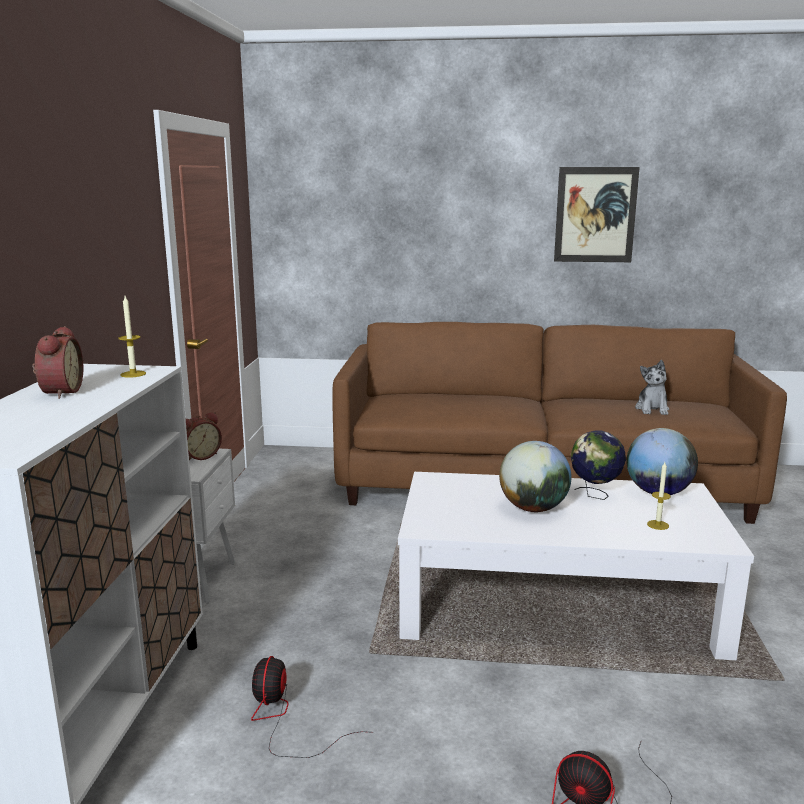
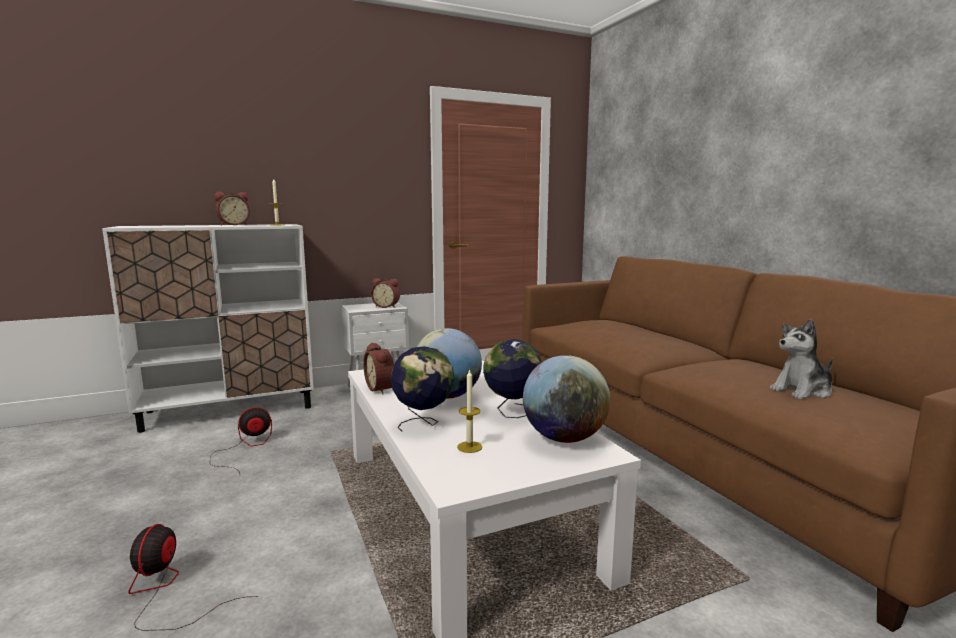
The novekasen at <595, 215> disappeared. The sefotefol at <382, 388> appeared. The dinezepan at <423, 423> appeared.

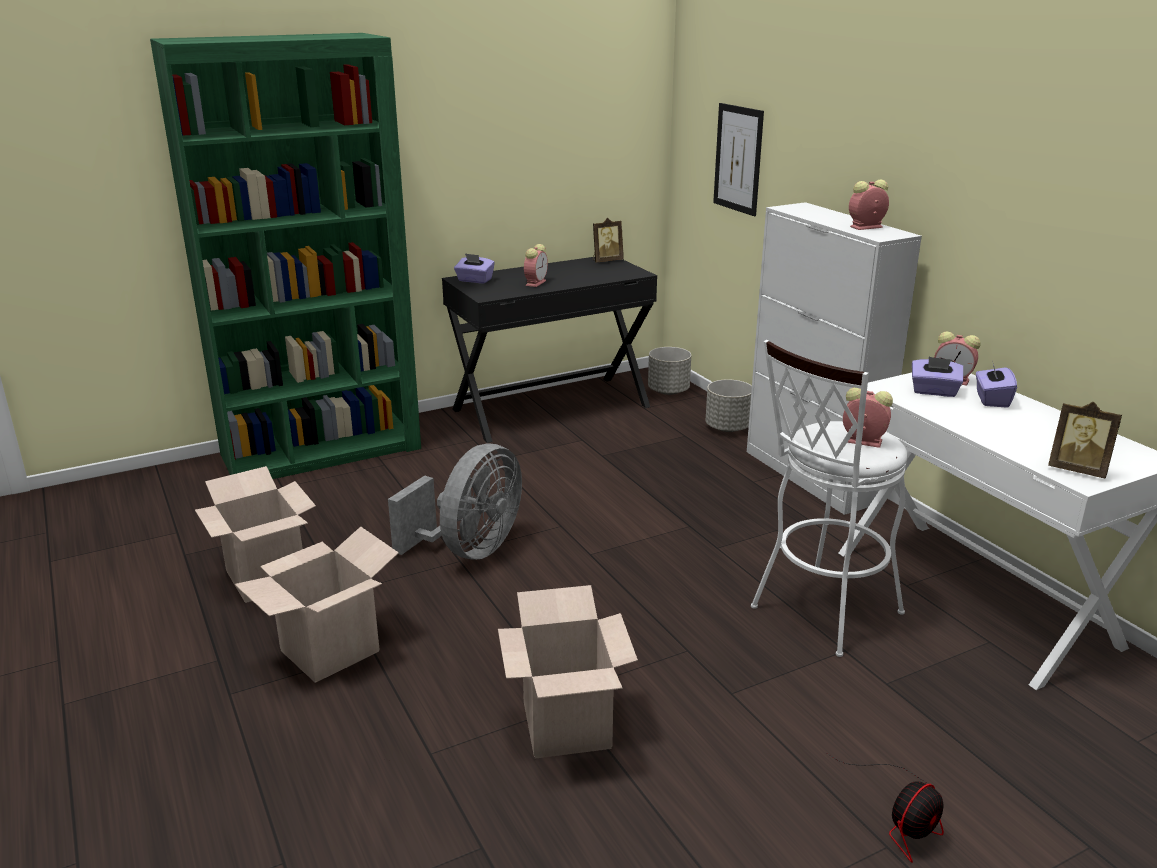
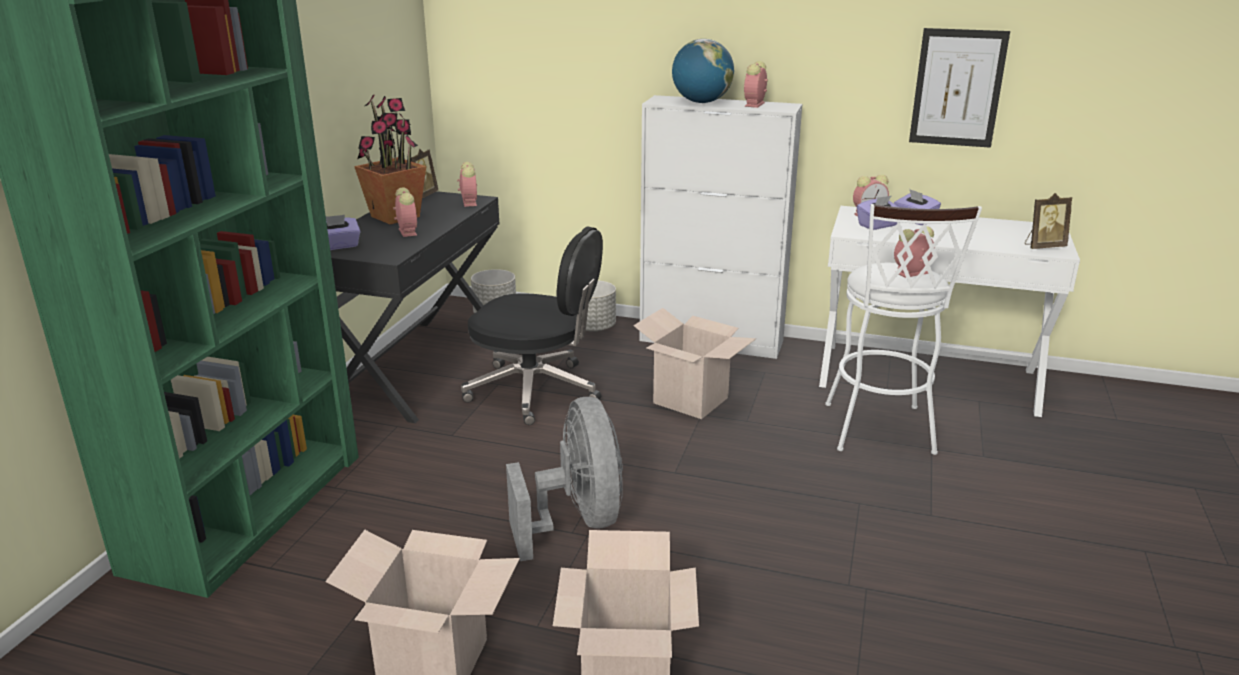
The novekasen moved from <738, 159> to <957, 88>. The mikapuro moved from <566, 725> to <691, 400>. The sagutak at <904, 816> disappeared. The dinezepan at <701, 102> appeared. The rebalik at <395, 216> appeared. The sefotefol at <469, 202> appeared. The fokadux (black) at <536, 391> appeared.

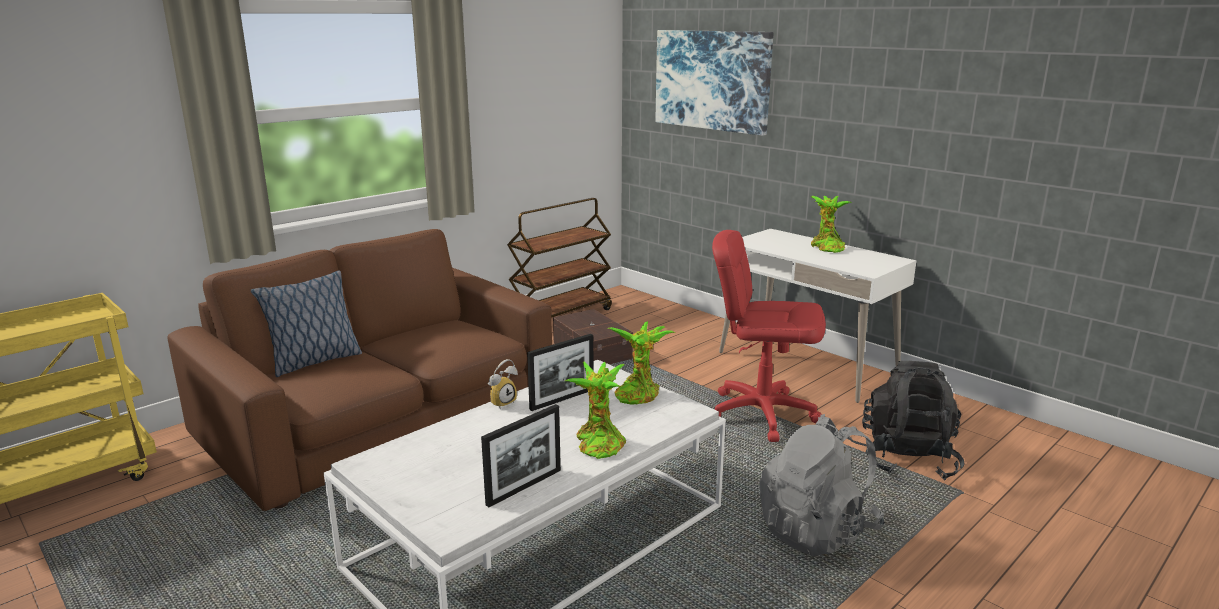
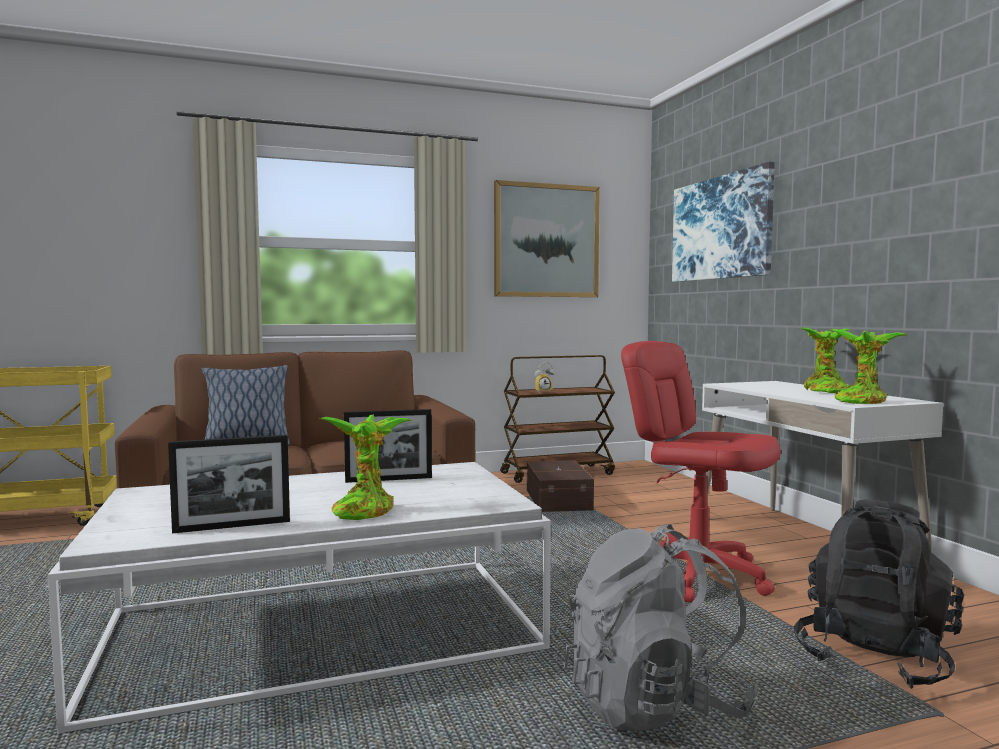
The rebalik moved from <638, 394> to <862, 401>. The sefotefol moved from <502, 402> to <543, 392>. The novekasen at <546, 241> appeared.

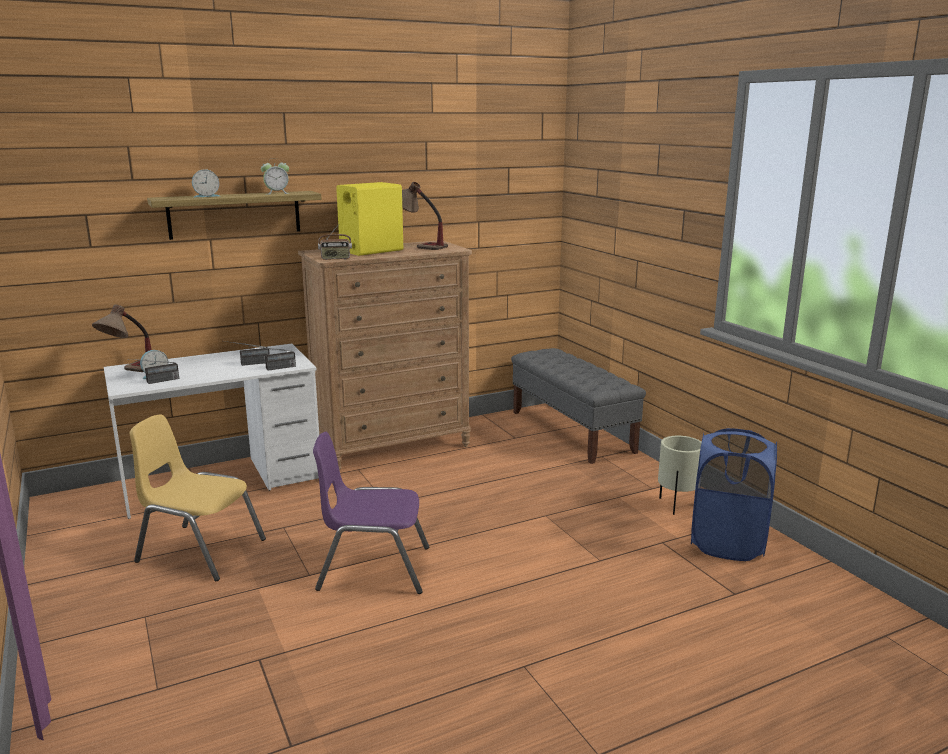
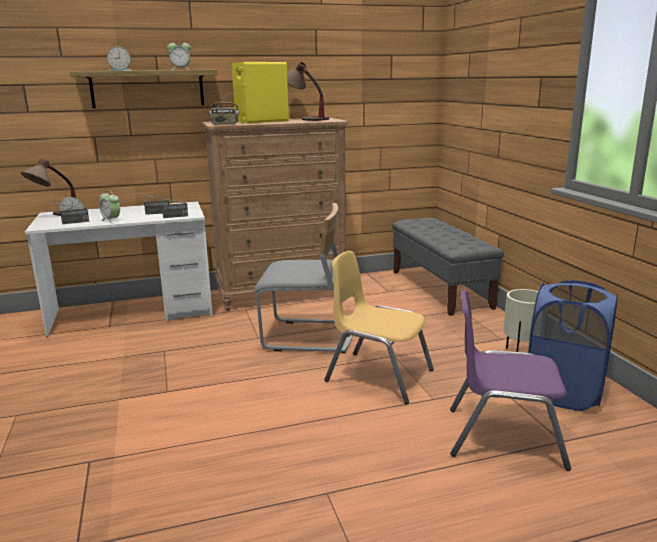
The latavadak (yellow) moved from <200, 551> to <378, 376>. The latavadak (purple) moved from <373, 569> to <504, 436>. The sefotefol at <111, 220> appeared. The latavadak (grey) at <308, 337> appeared.

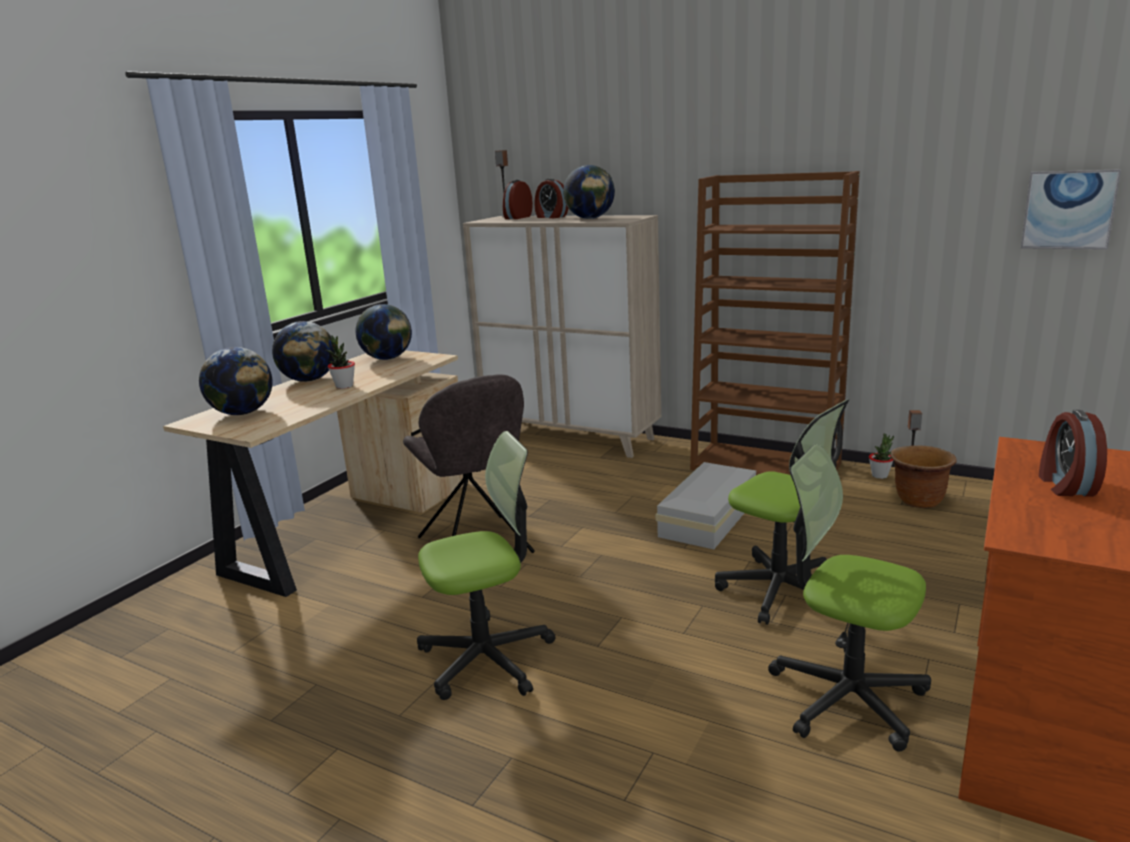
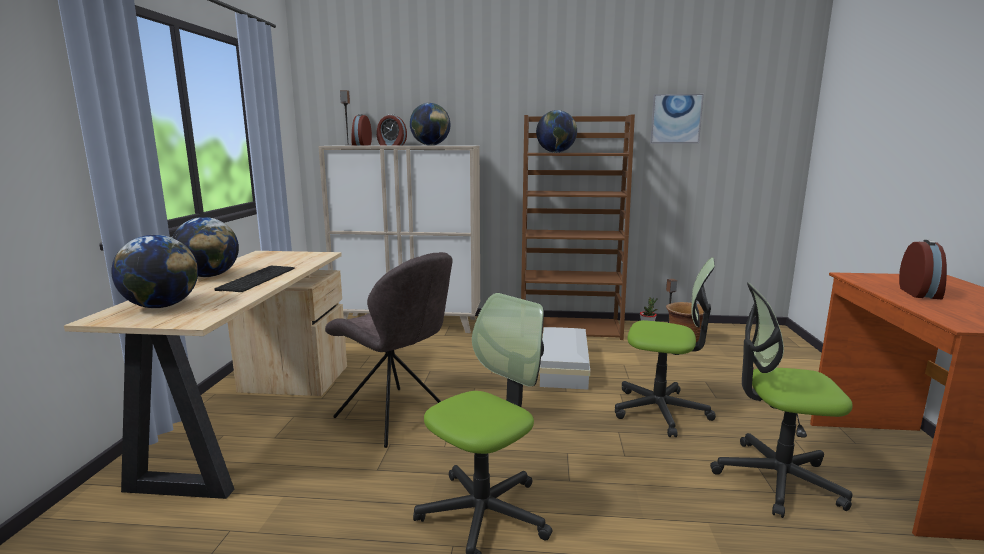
The novekasen moved from <1068, 210> to <676, 119>. The dinezepan moved from <387, 359> to <556, 152>. The rebalik at <344, 386> was replaced by the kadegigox at <256, 278>. The sefotefol at <1065, 485> turned 150 degrees counterclockwise.

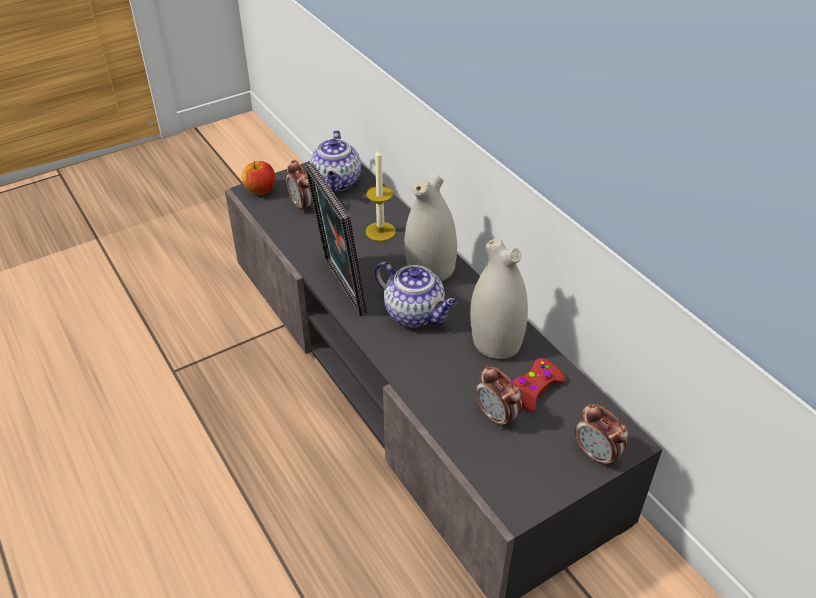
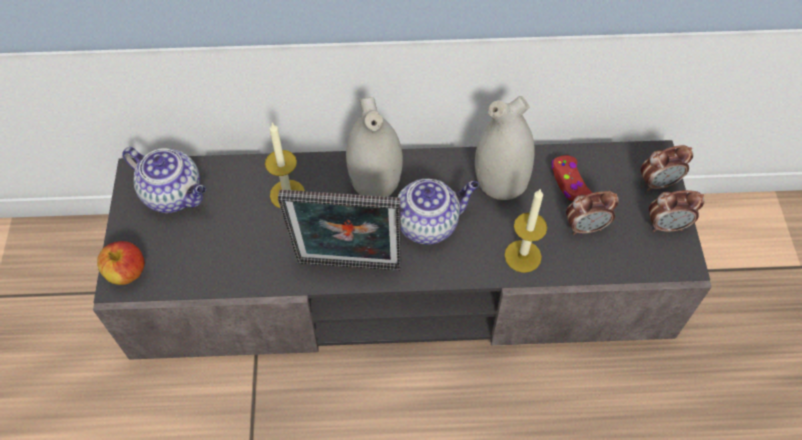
The sefotefol moved from <303, 205> to <666, 225>. The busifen at <522, 256> appeared.

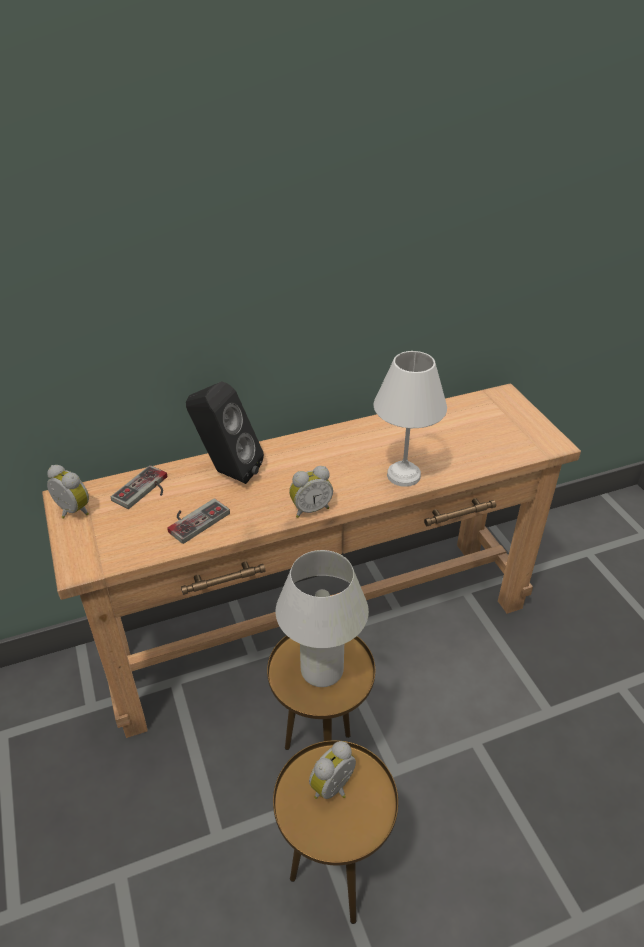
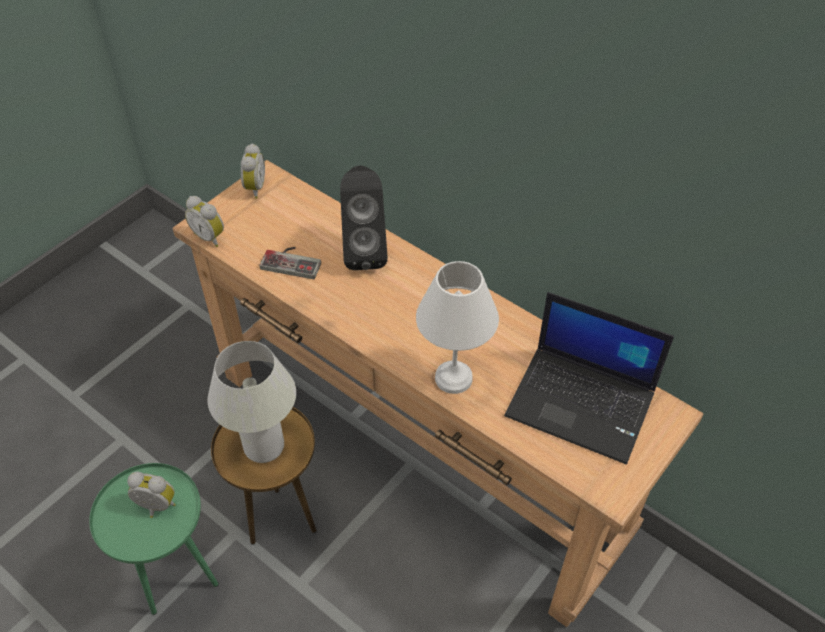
The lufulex at <145, 491> disappeared. The sefotefol moved from <310, 509> to <210, 236>. The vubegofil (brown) at <333, 880> became the vubegofil (green) at <179, 582>. The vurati at <582, 403> appeared.

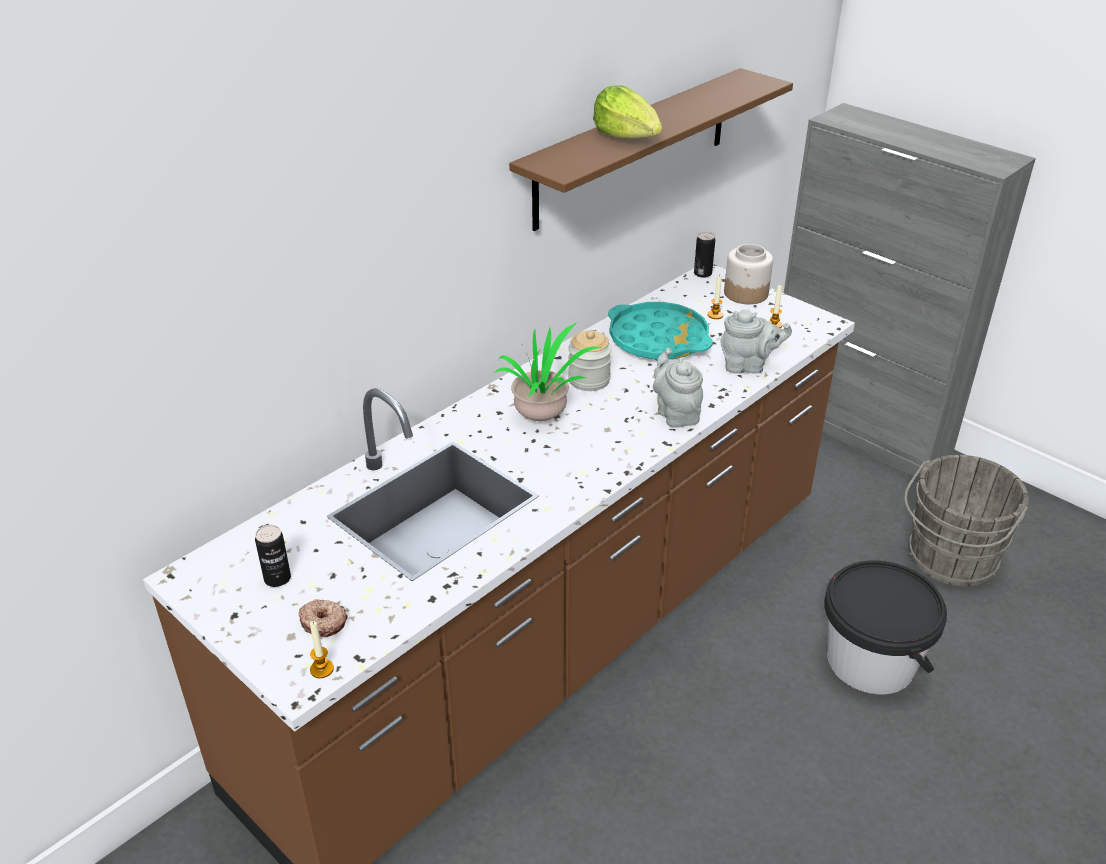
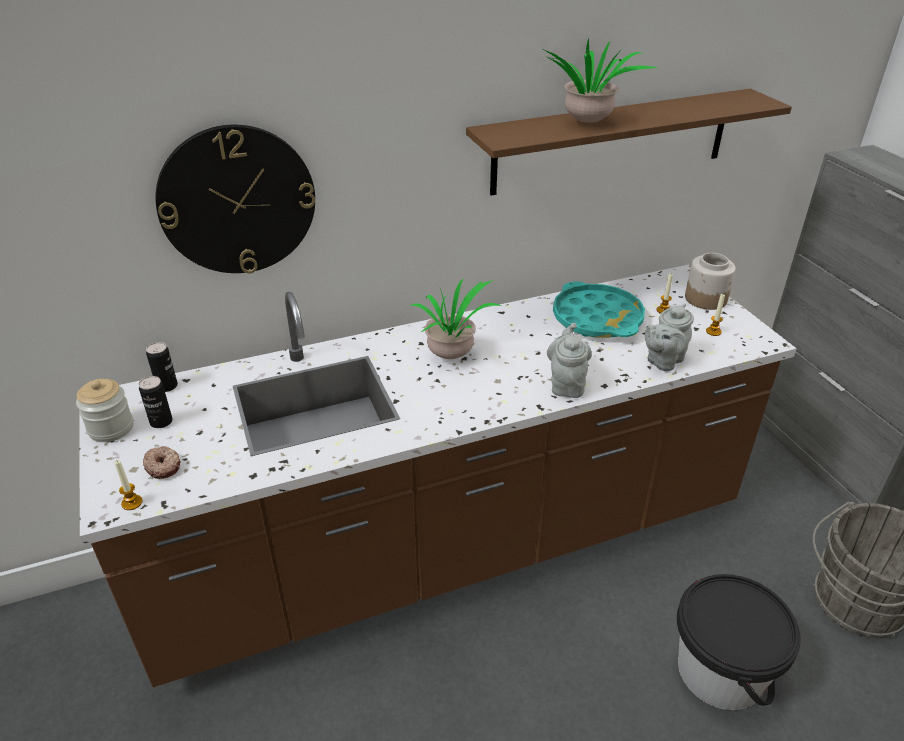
The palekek at <627, 137> was replaced by the rebalik at <587, 124>. The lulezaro moved from <702, 273> to <167, 386>. The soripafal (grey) at <748, 366> turned 105 degrees clockwise. The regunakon moved from <589, 380> to <111, 428>. The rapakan at <237, 201> appeared.

